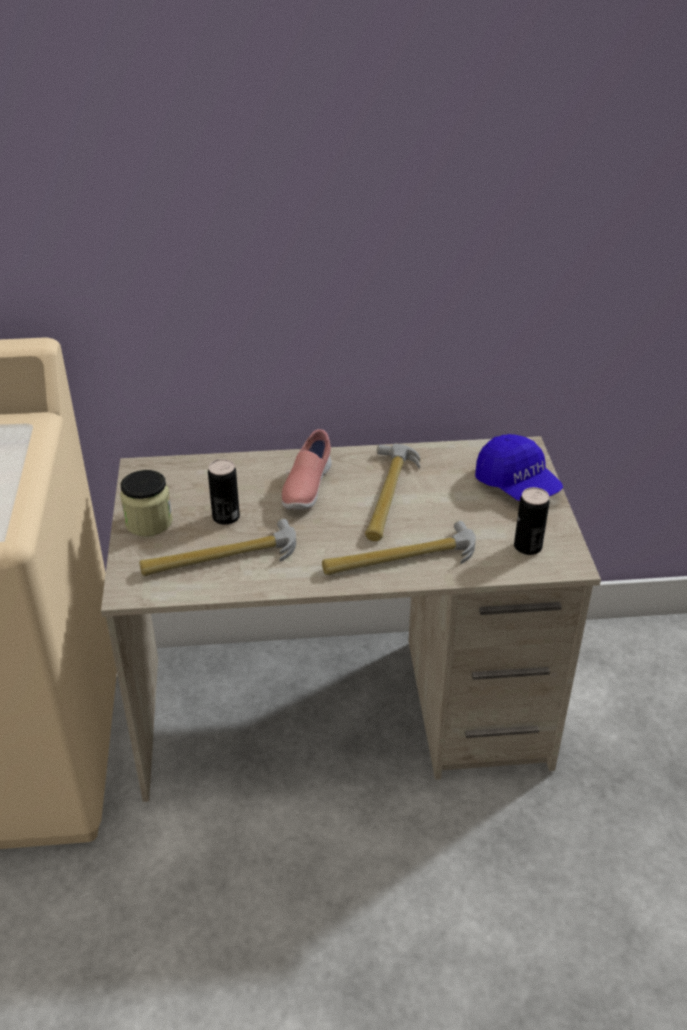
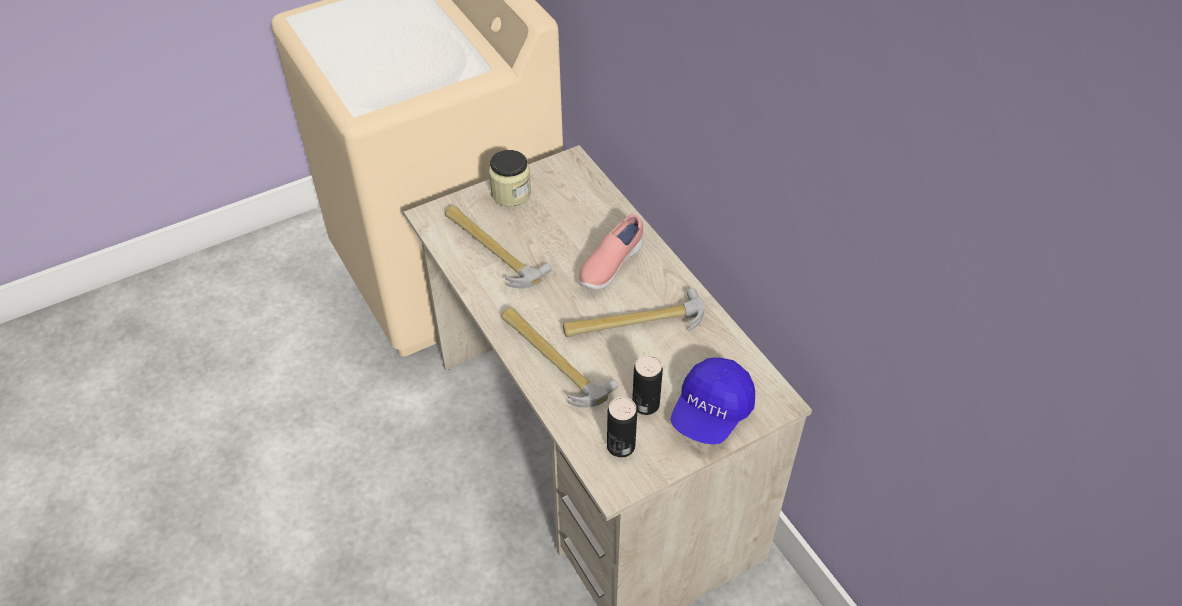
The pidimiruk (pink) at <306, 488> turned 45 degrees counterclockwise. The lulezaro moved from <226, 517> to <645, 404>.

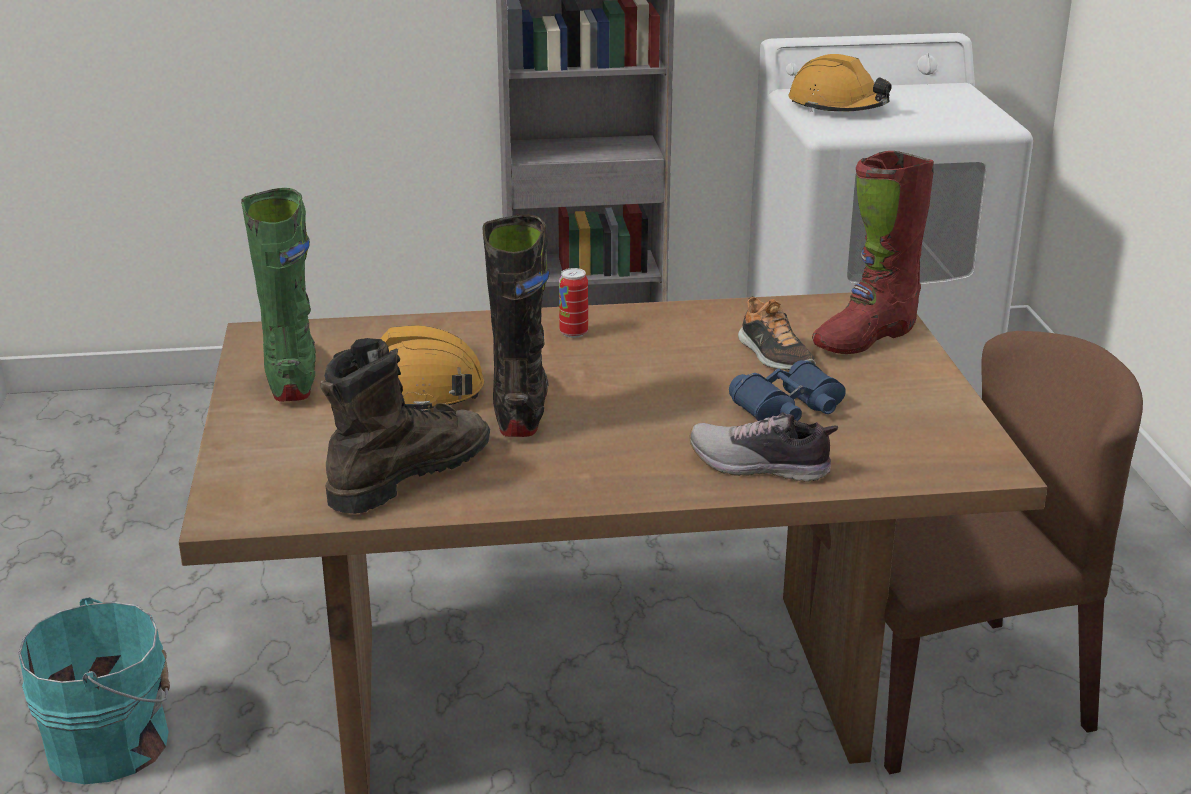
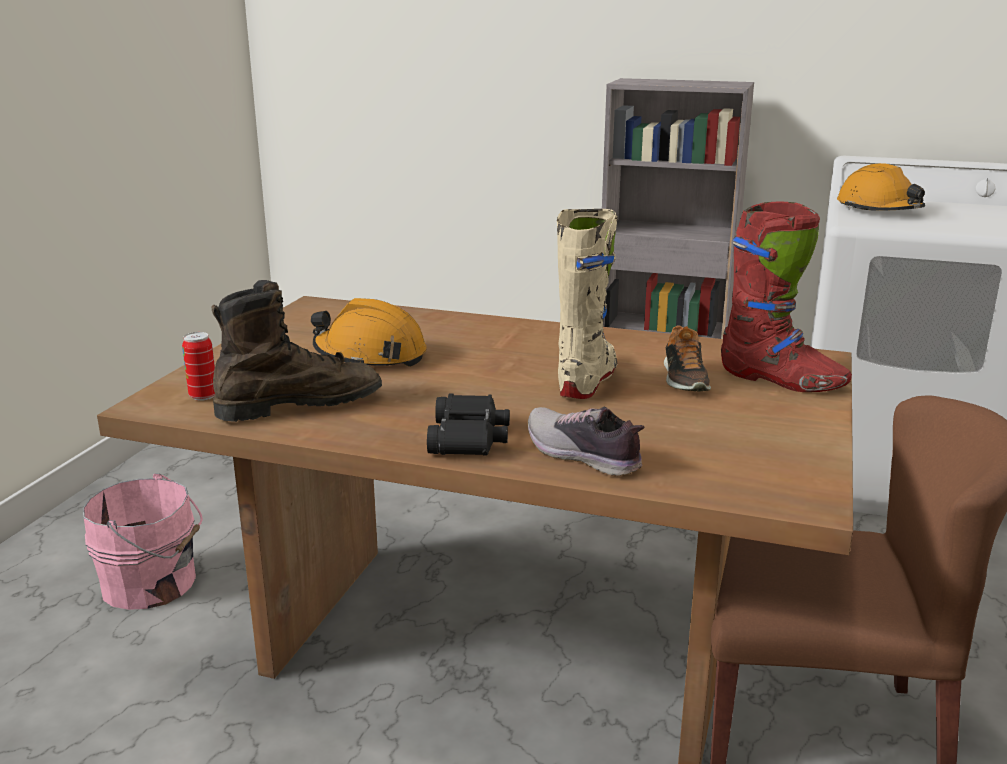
The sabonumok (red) at <864, 338> turned 135 degrees counterclockwise. The sabonumok (green) at <292, 376> disappeared. The sabonumok (black) at <521, 408> disappeared. The lulezaro moved from <573, 333> to <203, 396>. The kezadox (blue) at <789, 408> disappeared. The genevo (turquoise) at <114, 742> became the genevo (pink) at <153, 584>. The sabonumok (beige) at <587, 380> appeared. The kezadox (black) at <469, 438> appeared.

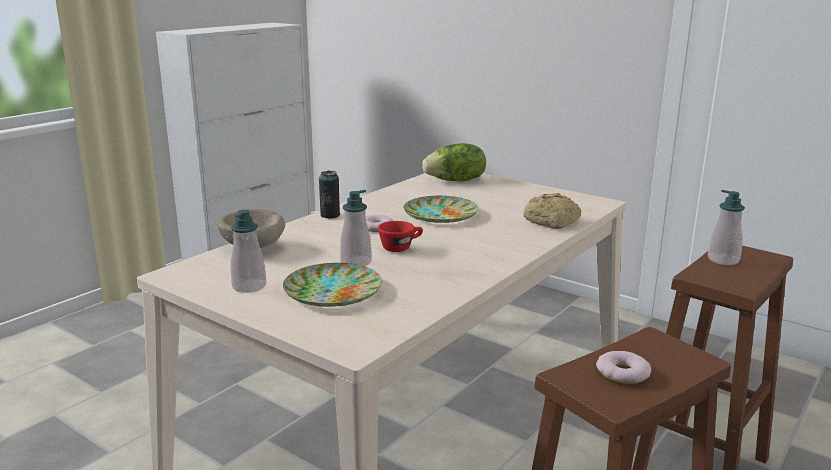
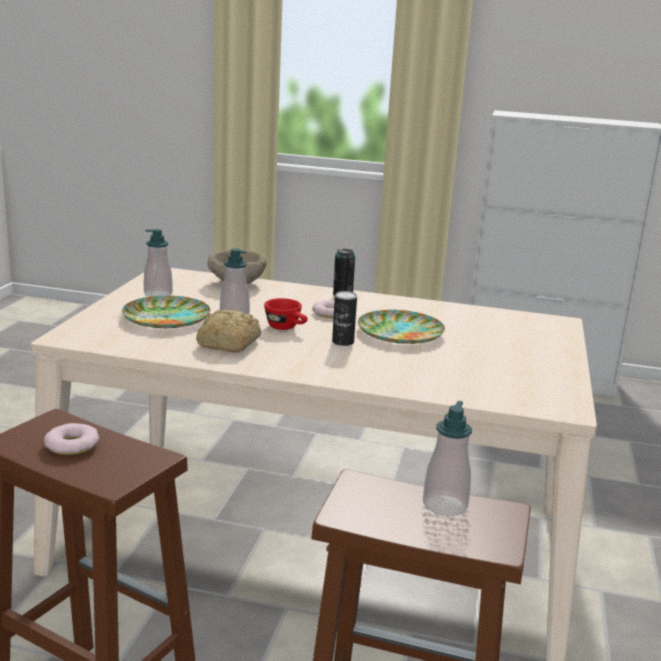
The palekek at <456, 181> disappeared. The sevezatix moved from <552, 222> to <228, 344>. The lulezaro at <343, 342> appeared.

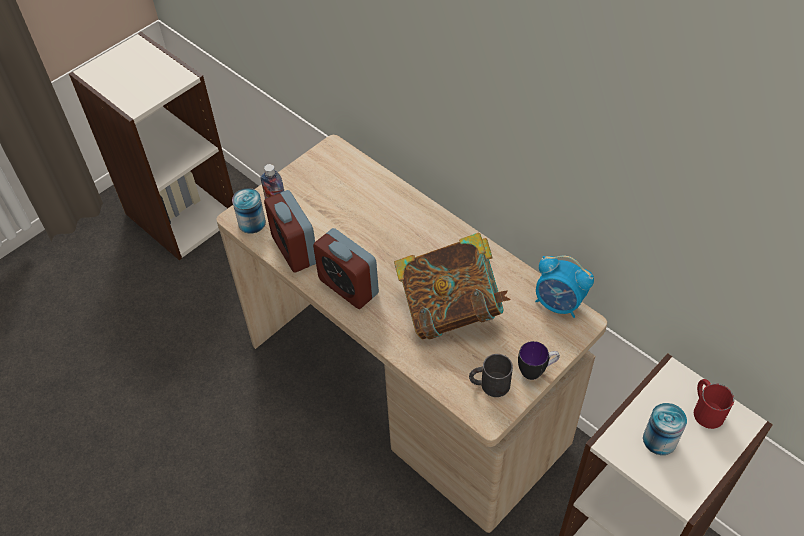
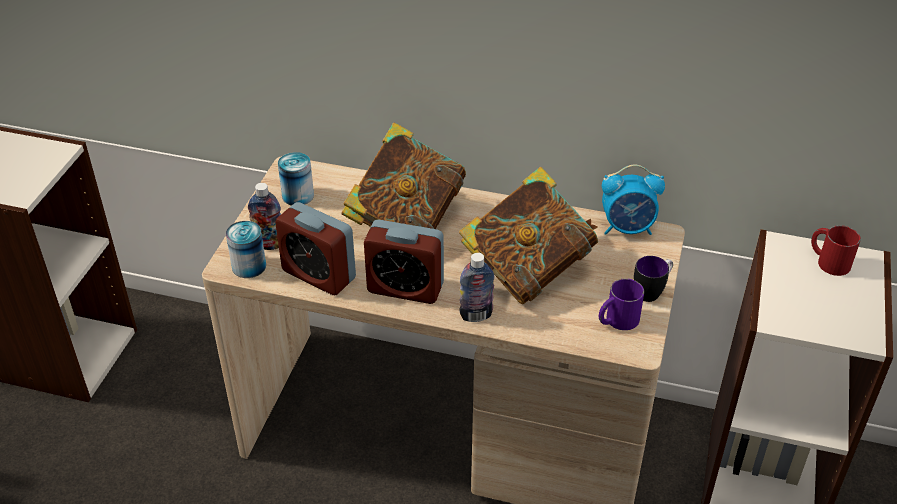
The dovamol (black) at <489, 384> became the dovamol (purple) at <617, 321>. The lulezaro moved from <659, 439> to <298, 195>. The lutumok at <406, 221> appeared. The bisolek at <476, 315> appeared.

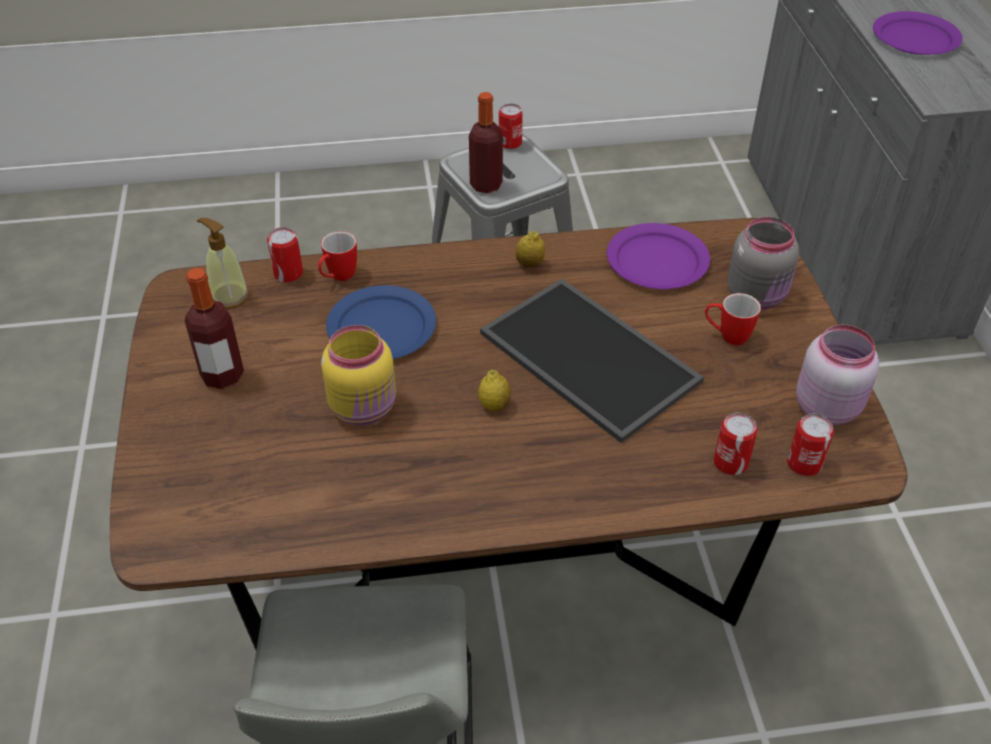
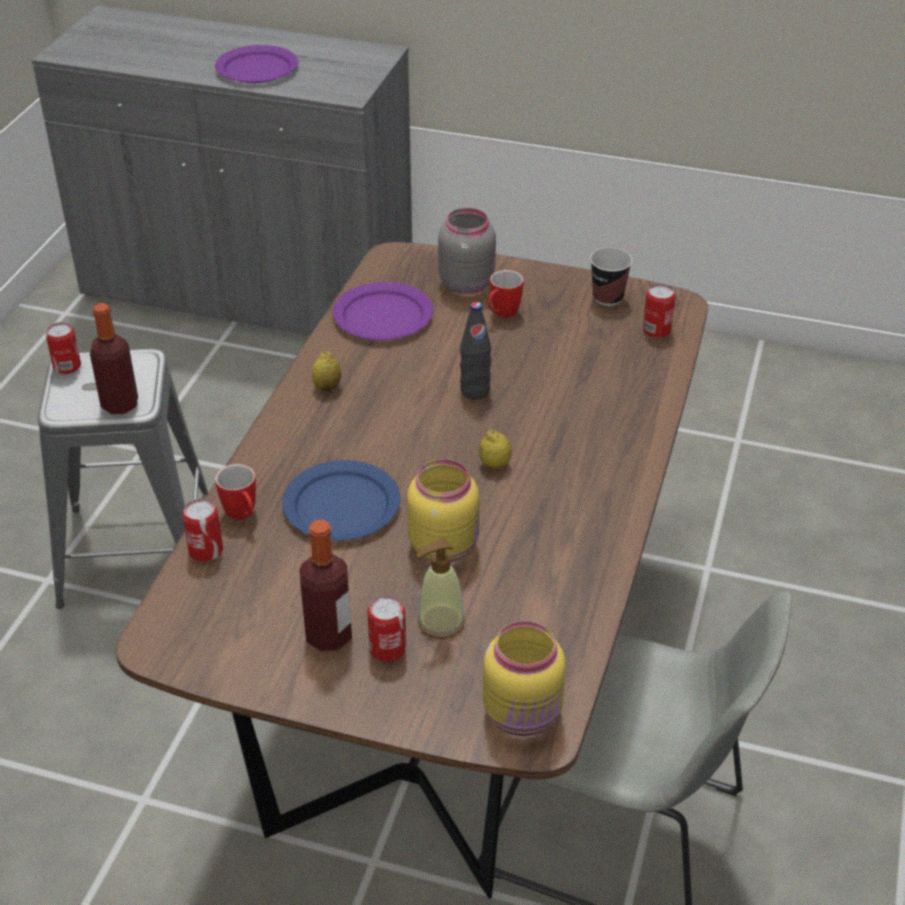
The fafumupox moved from <229, 296> to <440, 623>. The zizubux at <592, 357> was replaced by the bisolek (black) at <475, 391>. The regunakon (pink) at <827, 406> was replaced by the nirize at <607, 298>. The lulezaro moved from <730, 462> to <387, 649>. The regunakon (yellow) at <524, 715> appeared.

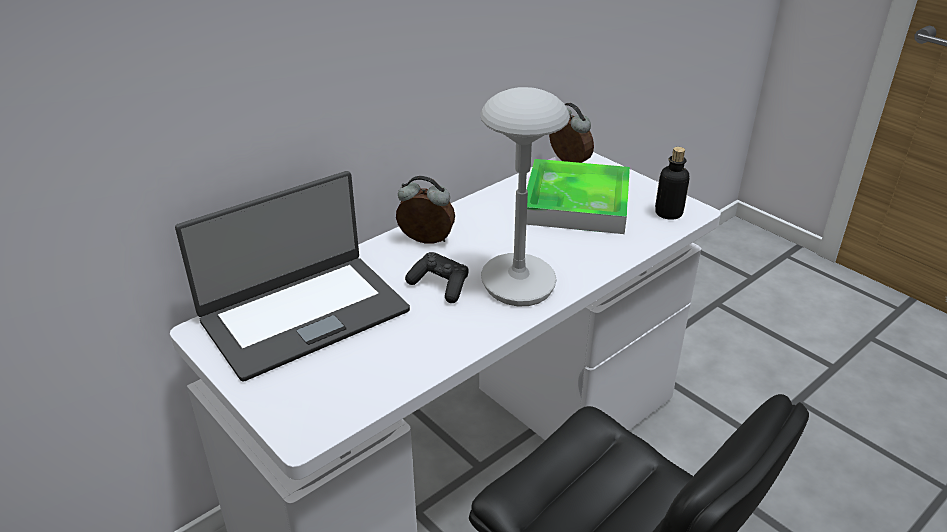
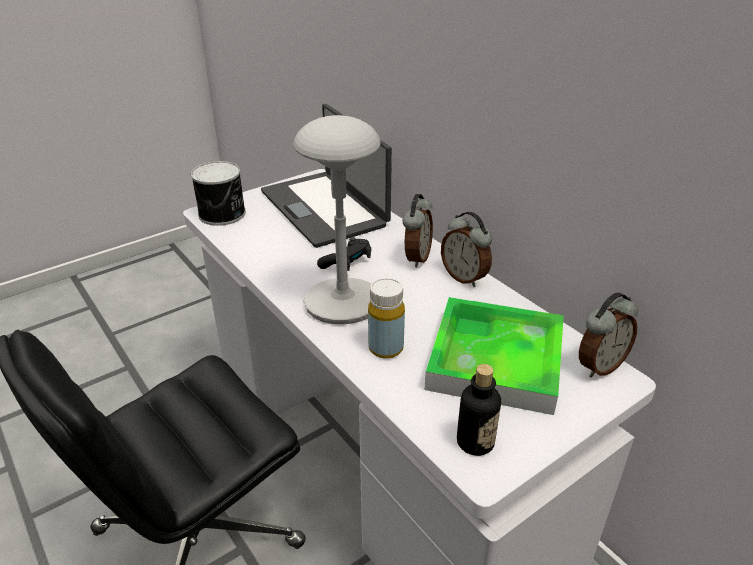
The lulezaro at <223, 214> appeared. The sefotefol at <464, 277> appeared. The bisolek (yellow) at <385, 348> appeared.

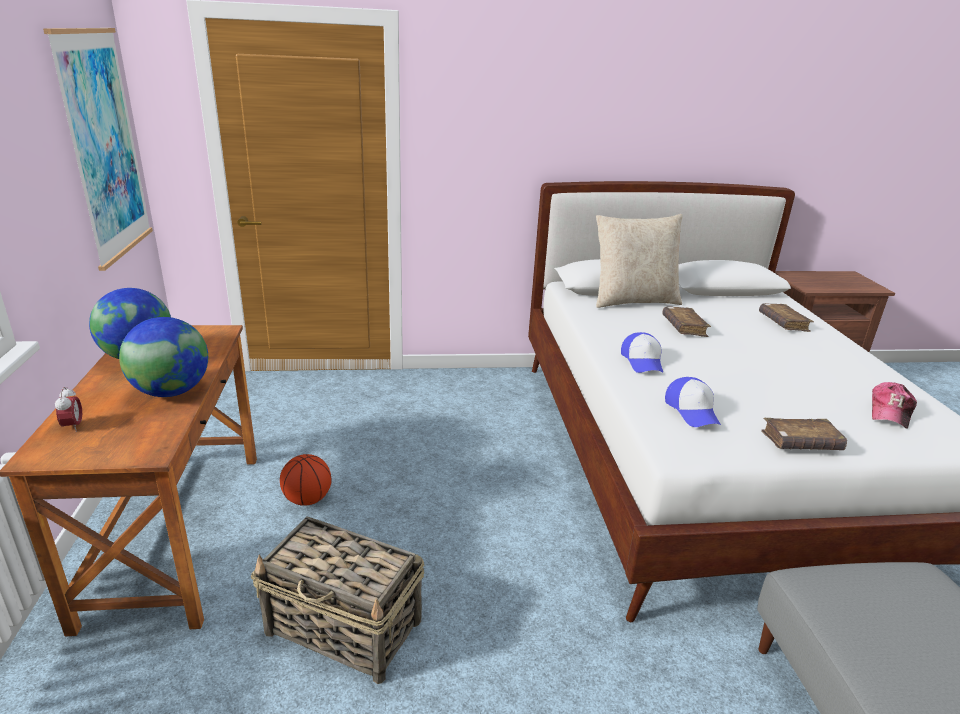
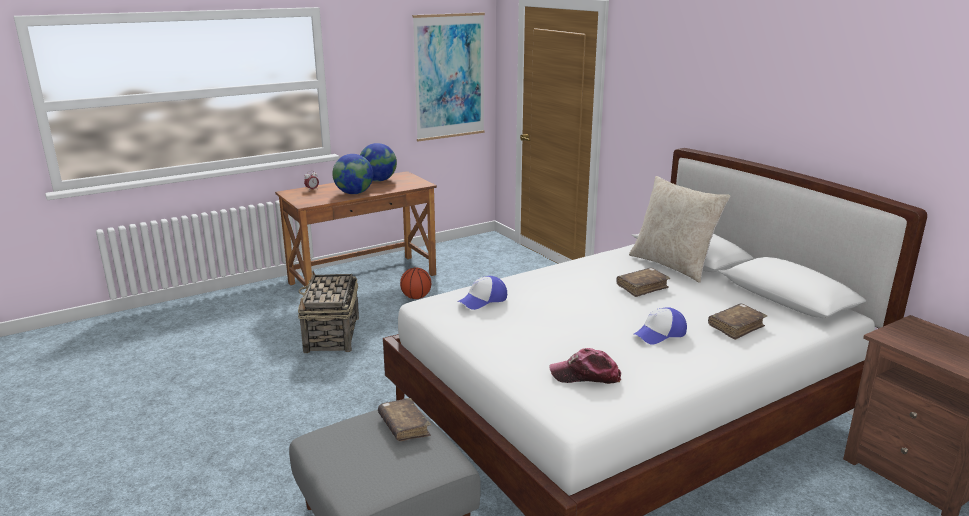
The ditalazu moved from <642, 361> to <660, 334>. The lutumok (brown) moved from <800, 443> to <404, 426>.

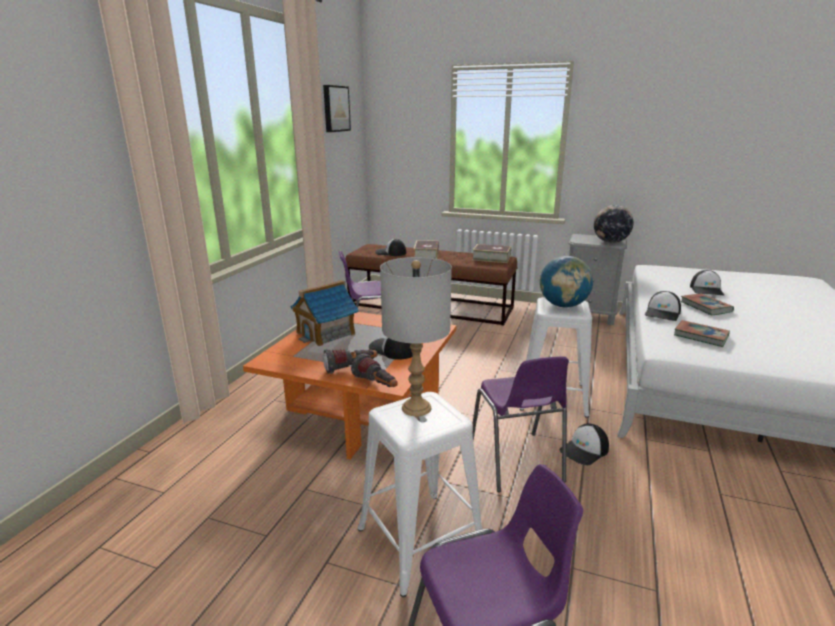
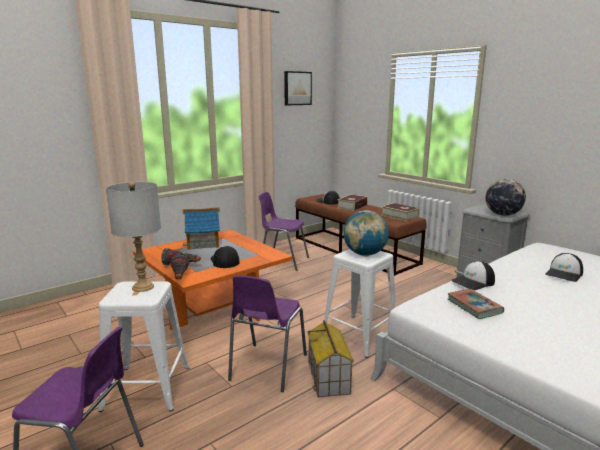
The lutumok at <705, 307> disappeared. The ditalazu at <584, 450> was replaced by the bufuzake at <329, 378>.

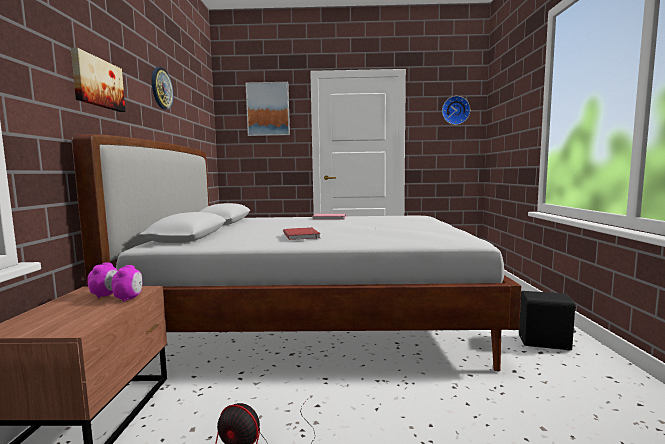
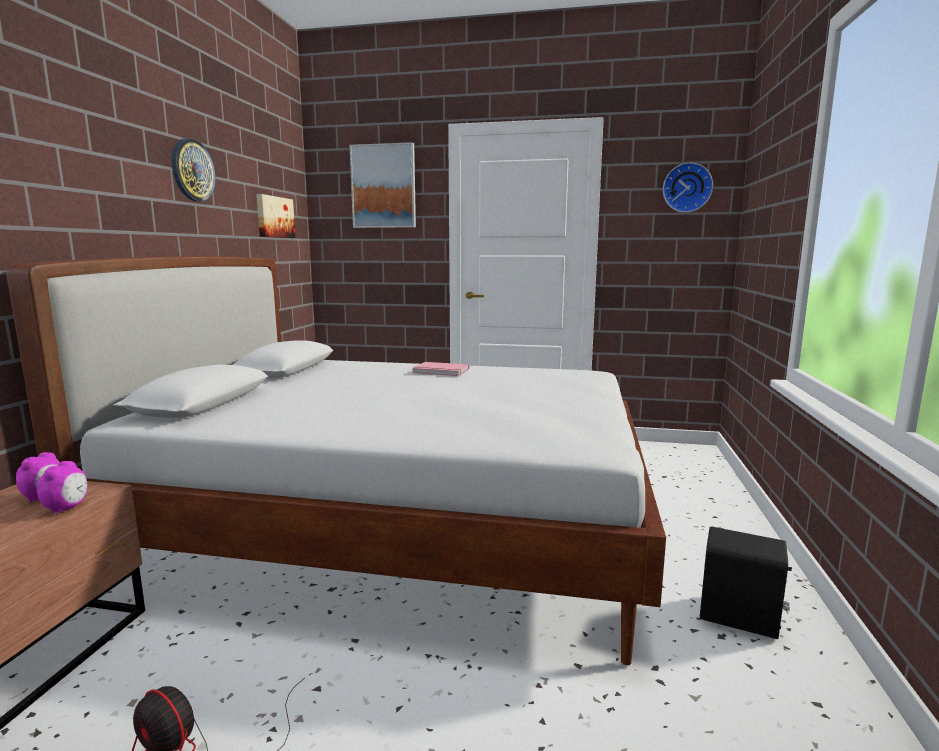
The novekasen moved from <97, 83> to <274, 217>. The lutumok (red) at <302, 235> disappeared.

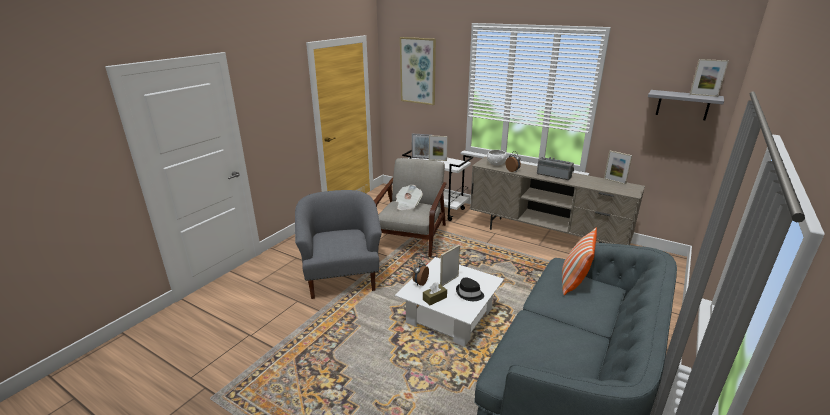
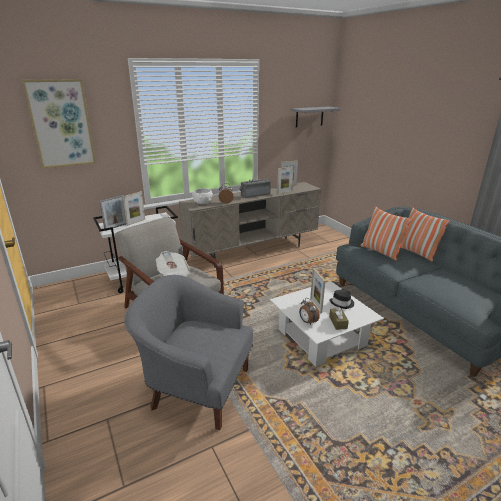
The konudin moved from <703, 95> to <284, 192>. The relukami at <416, 252> appeared.

